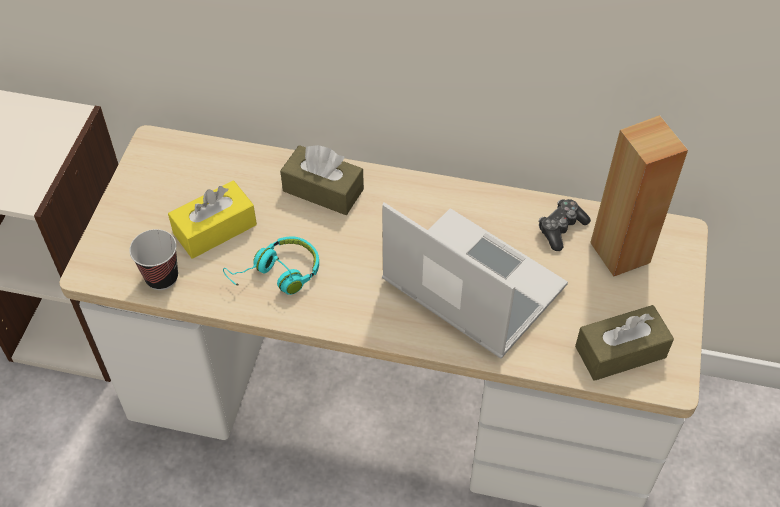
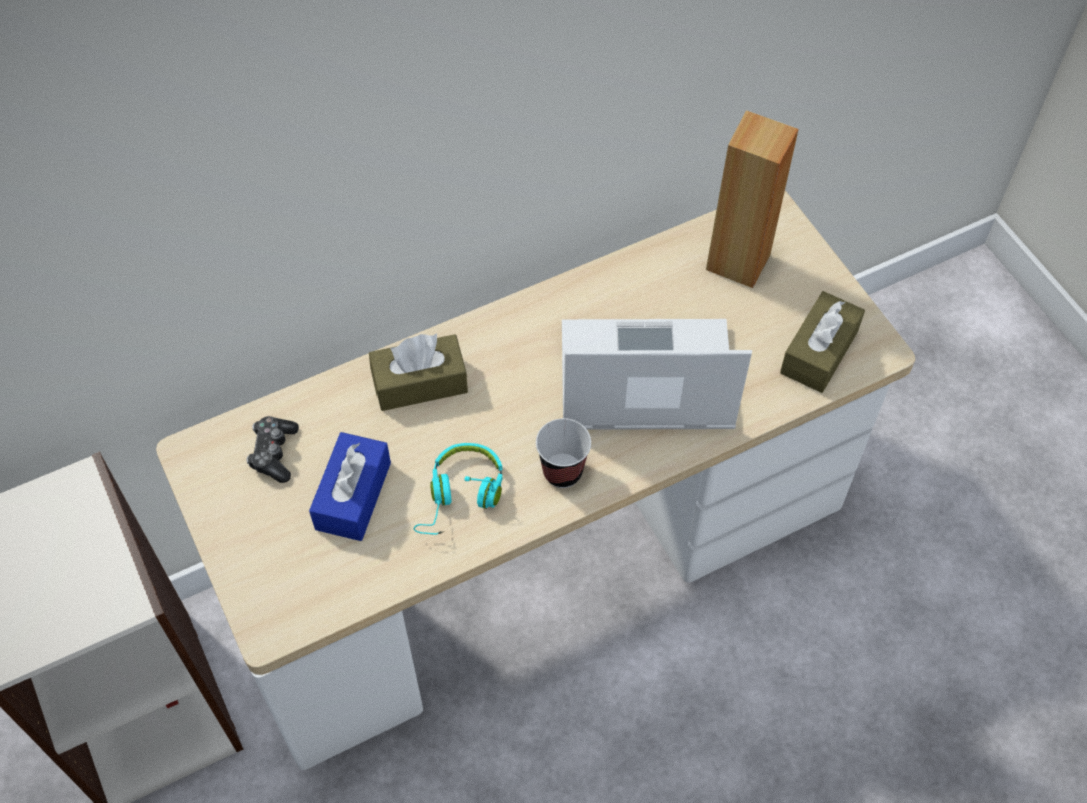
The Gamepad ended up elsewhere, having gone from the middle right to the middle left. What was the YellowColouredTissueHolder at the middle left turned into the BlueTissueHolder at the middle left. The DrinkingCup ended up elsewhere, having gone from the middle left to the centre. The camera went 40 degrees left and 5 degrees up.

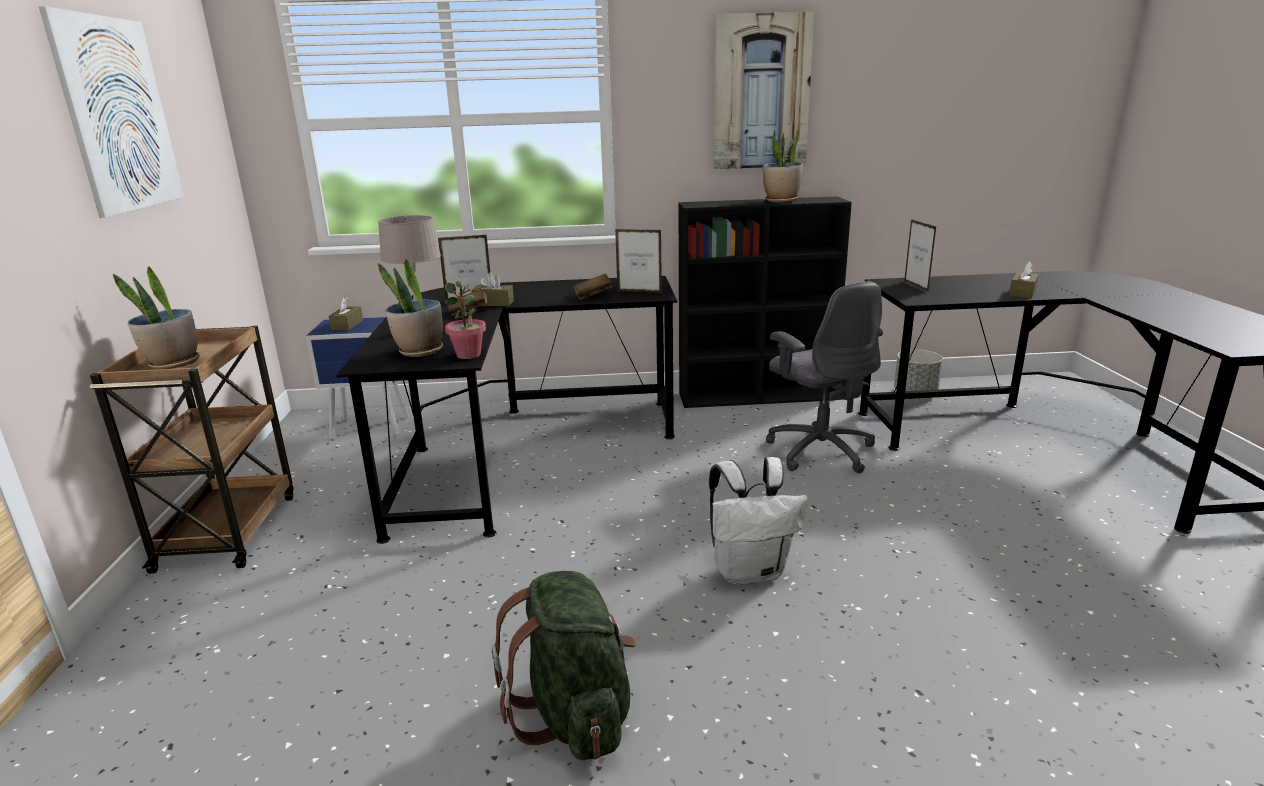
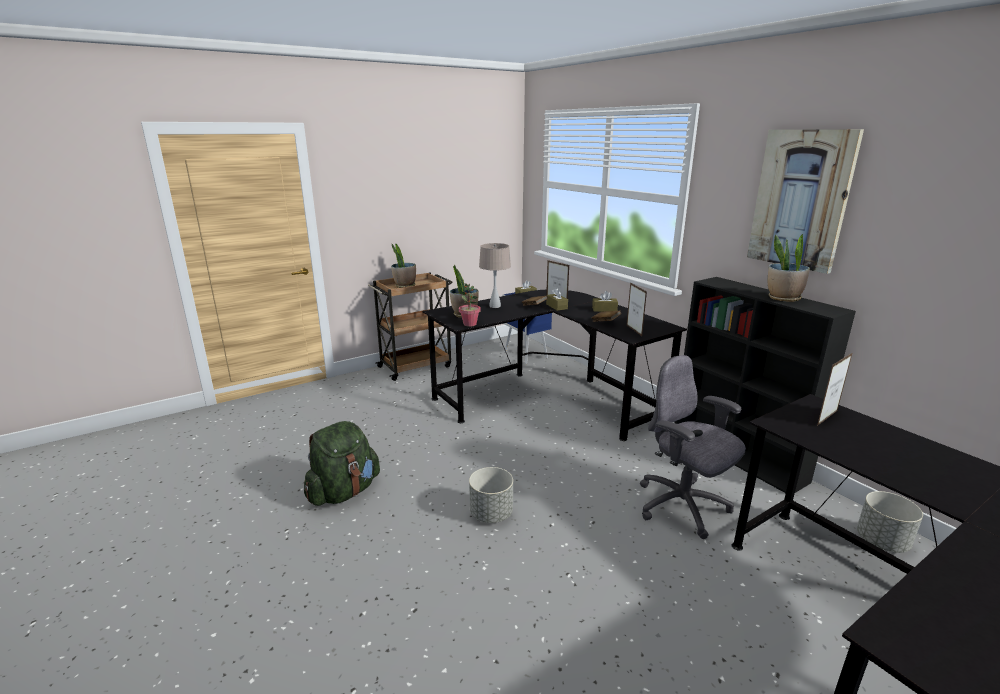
Where the WhiteColouredKnapsack stood at the centre, the GrayFlowerPot (no. 1 from left) came to stand at the bottom centre. The BrownishTissueHolder (no. 3 from left) ended up elsewhere, having gone from the middle right to the centre. The GrayOfficeChair at the centre ended up facing another way, 105 degrees clockwise from before. The second view lost the WallArt (no. 1 from left) at the top left. The camera went 60 degrees right and 0 degrees up.

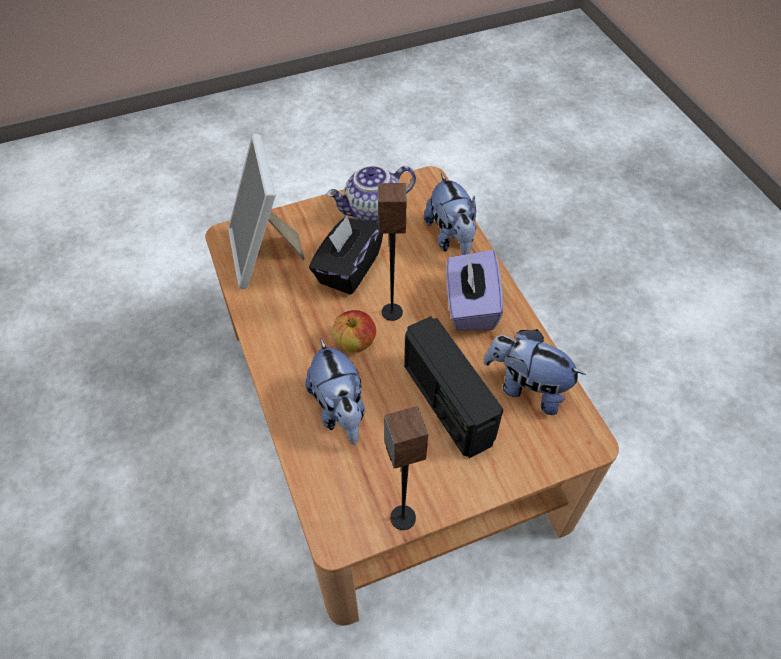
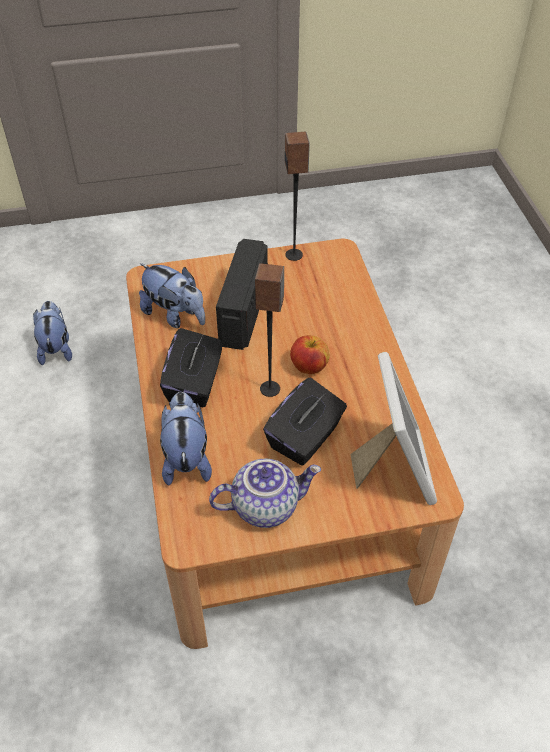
The SoftToy (no. 1 from left) ended up elsewhere, having gone from the centre to the middle left. What was the PurpleColouredTissueHolder at the centre turned into the BlackTissueHolder (no. 1 from left) at the centre. The Radio at the centre ended up facing another way, 150 degrees counterclockwise from before. The camera went 170 degrees left and 5 degrees down.

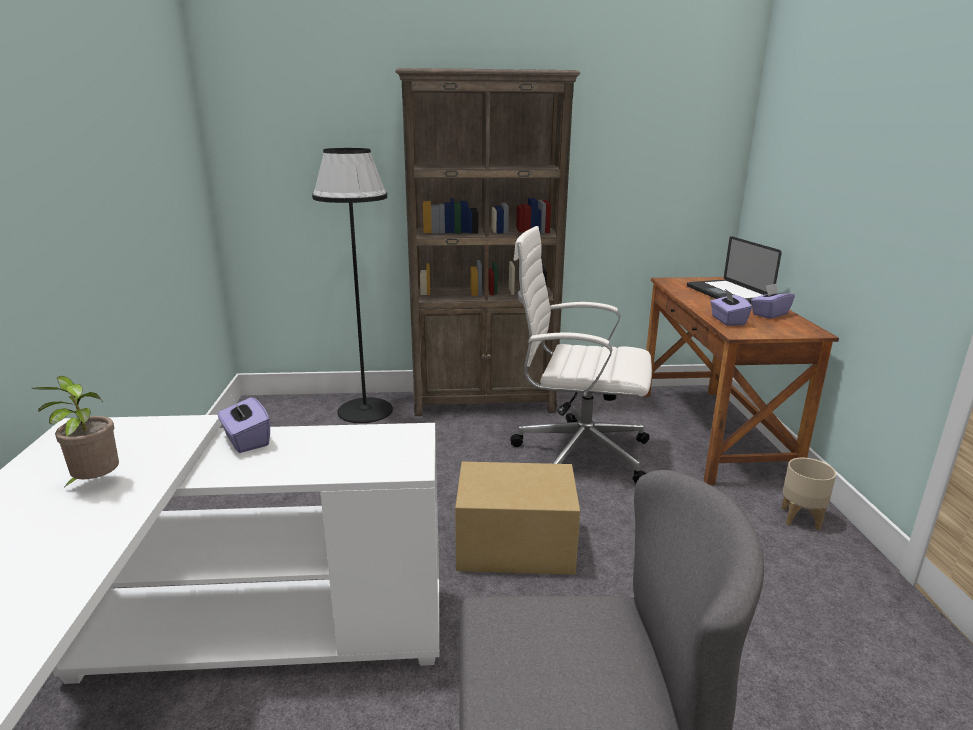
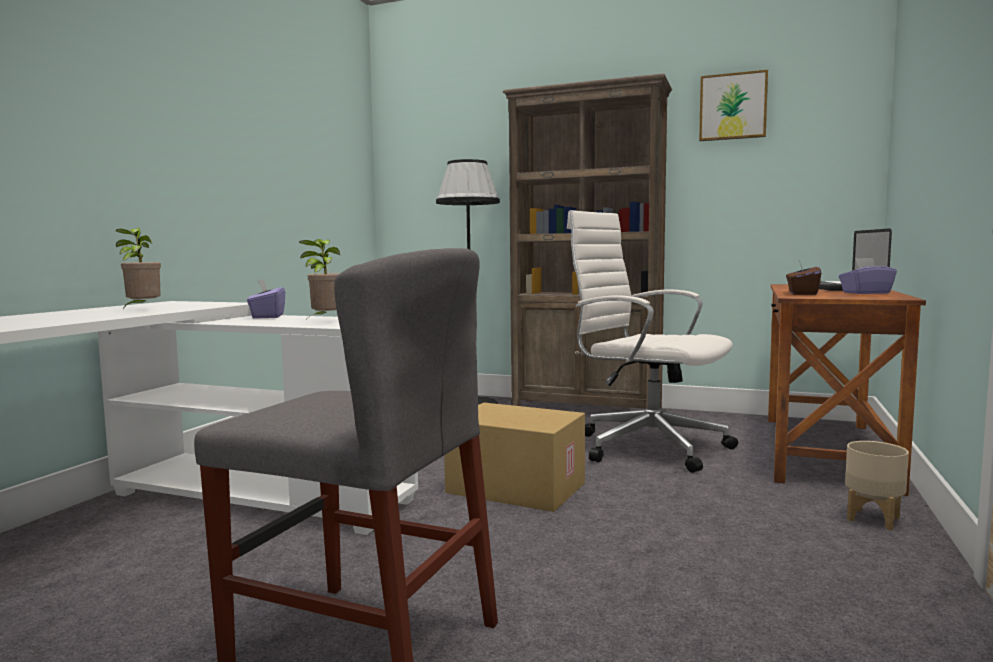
The second view gained the PottedPlant (no. 2 from left) at the middle left. The second view gained the WallArt at the top right. What was the PurpleColouredTissueHolder (no. 2 from left) at the middle right turned into the BrownishTissueHolder at the middle right. The camera went 25 degrees right and 15 degrees down.

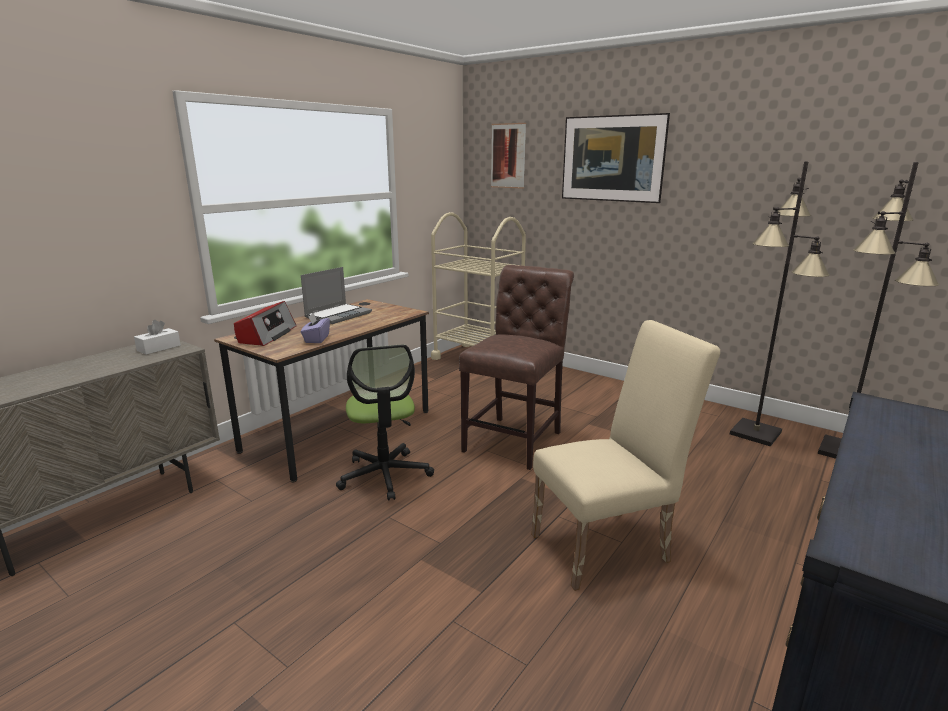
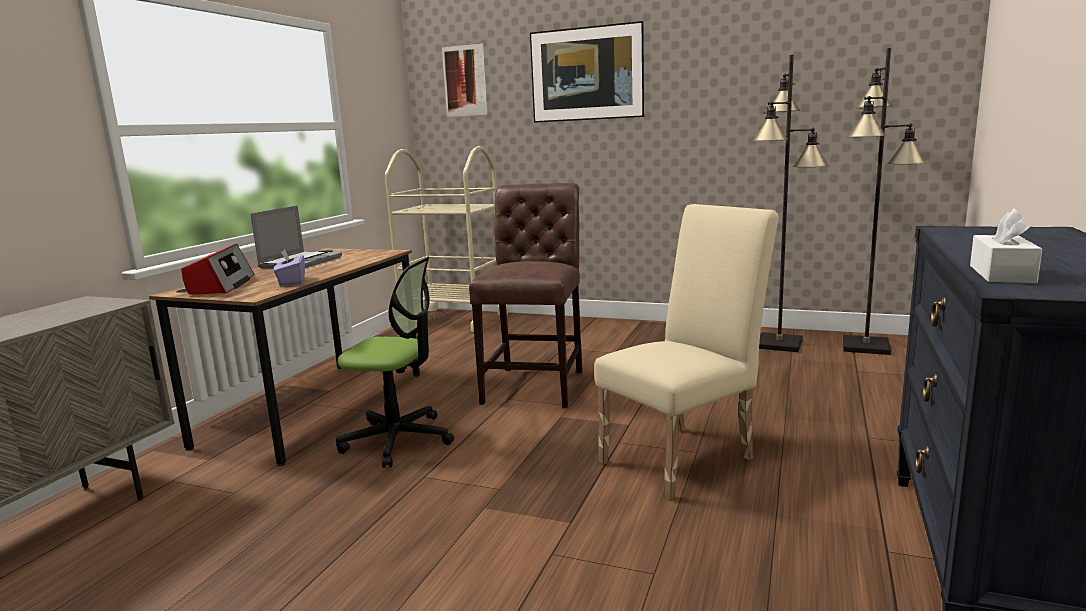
The OfficeChair at the centre ended up facing another way, 45 degrees counterclockwise from before. The WhiteColouredTissueHolder ended up elsewhere, having gone from the middle left to the middle right. The camera went 15 degrees left and 5 degrees down.

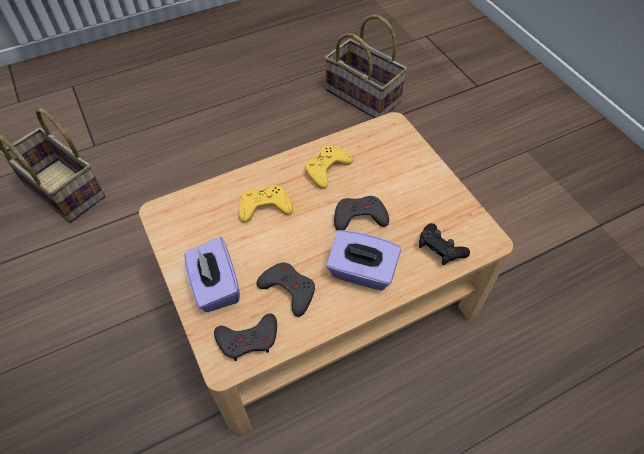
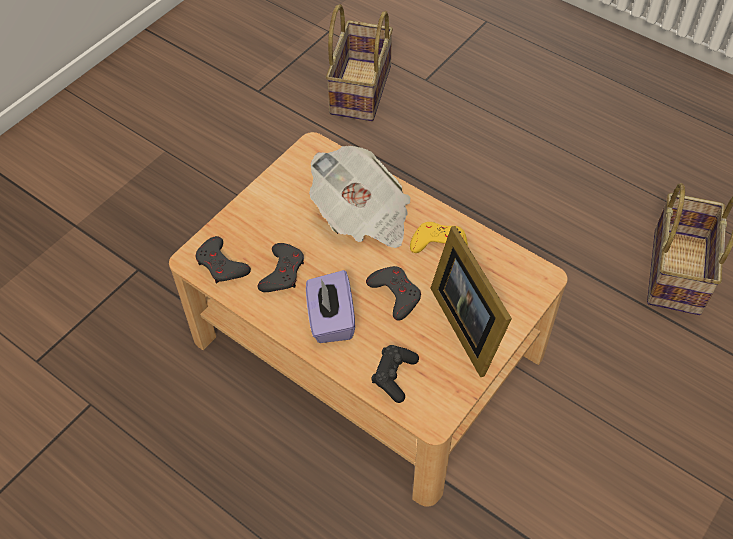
Where the YellowColouredGamepad (no. 1 from left) stood at the centre, the Newspaper came to stand at the centre. The second view gained the PhotoFrame at the centre. The second view lost the PurpleColouredTissueHolder (no. 1 from left) at the middle left. The camera went 65 degrees right and 0 degrees up.

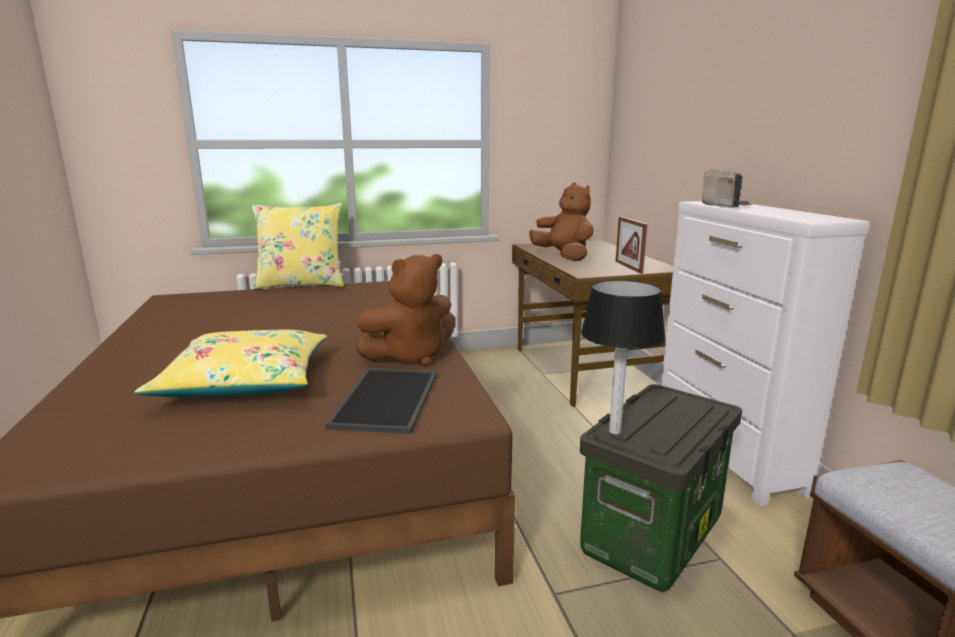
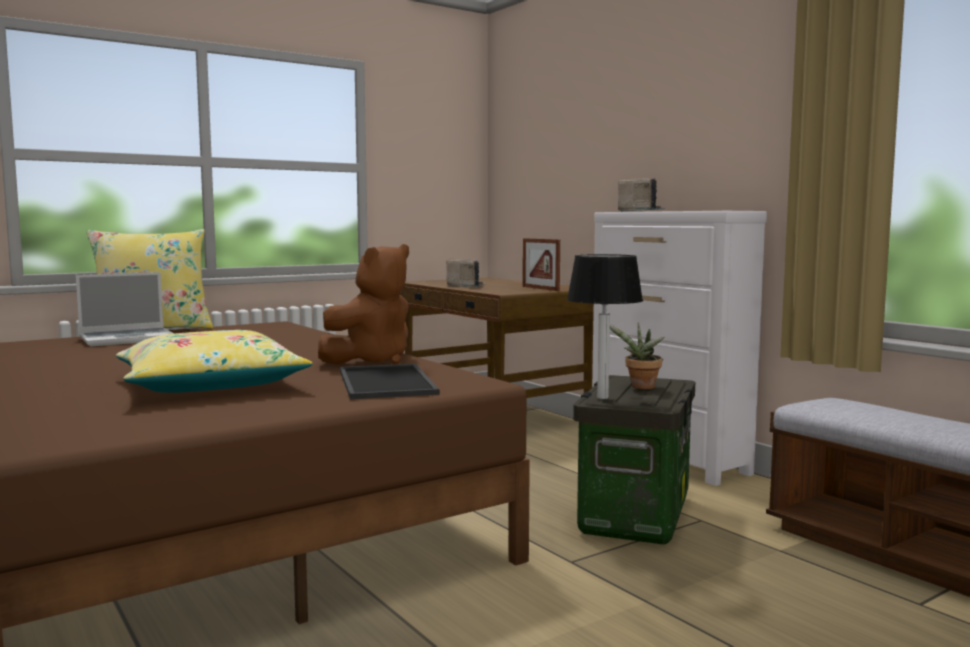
The second view gained the NotebookComputer at the middle left. Where the BrownishSoftToy (no. 2 from left) stood at the centre, the Radio (no. 1 from left) came to stand at the centre. The second view gained the PottedPlant at the centre. The camera went 20 degrees left and 10 degrees down.

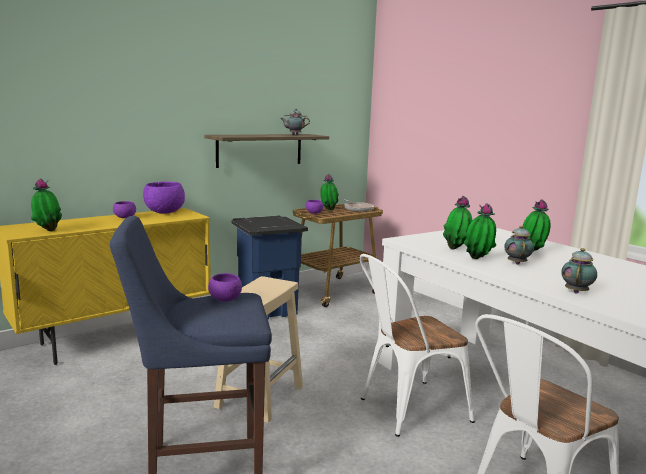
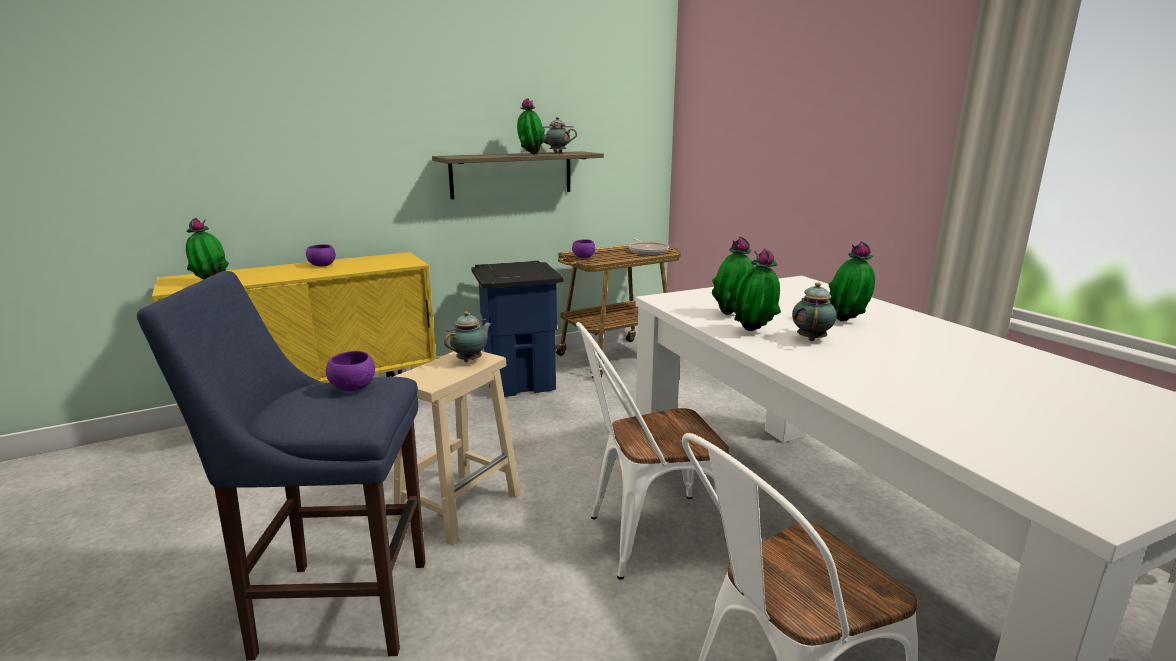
The Teapot (no. 3 from left in the first image) ended up elsewhere, having gone from the middle right to the centre. The PottedPlant (no. 2 from left) ended up elsewhere, having gone from the centre to the top centre. The second view lost the PurpleColouredBowl (no. 2 from left) at the middle left. The camera went 10 degrees right and 5 degrees up.

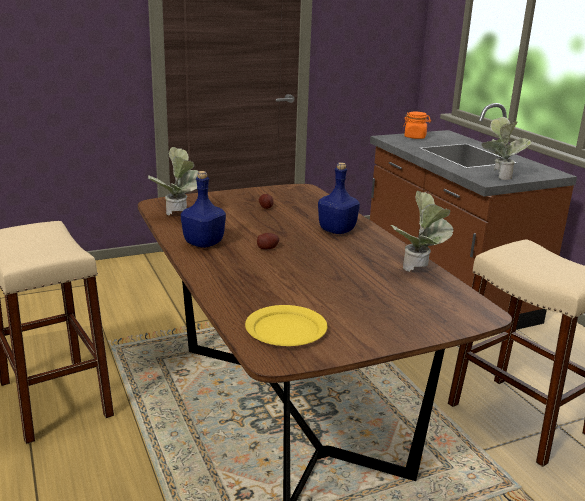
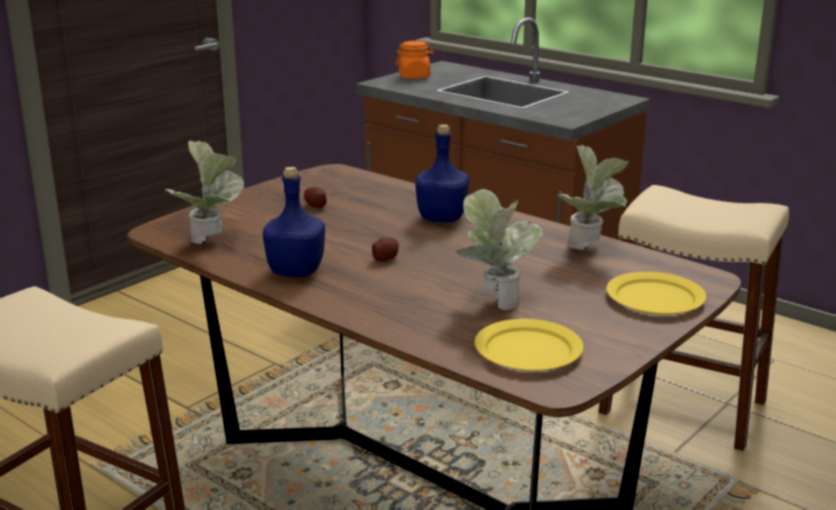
The PottedPlant (no. 3 from left in the first image) ended up elsewhere, having gone from the top right to the centre. The second view gained the YellowColouredDinnerPlate (no. 2 from left) at the middle right. The camera went 25 degrees left and 0 degrees up.

